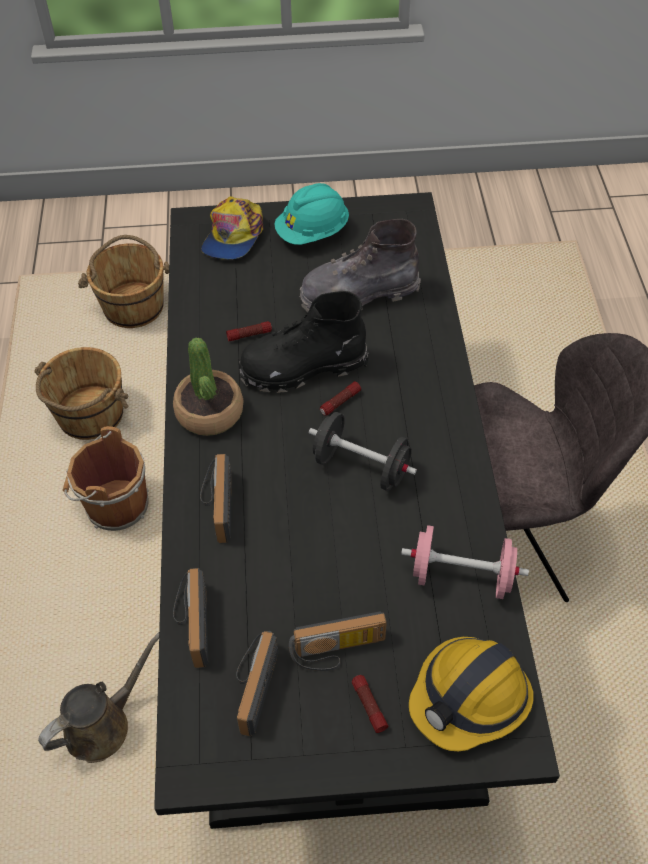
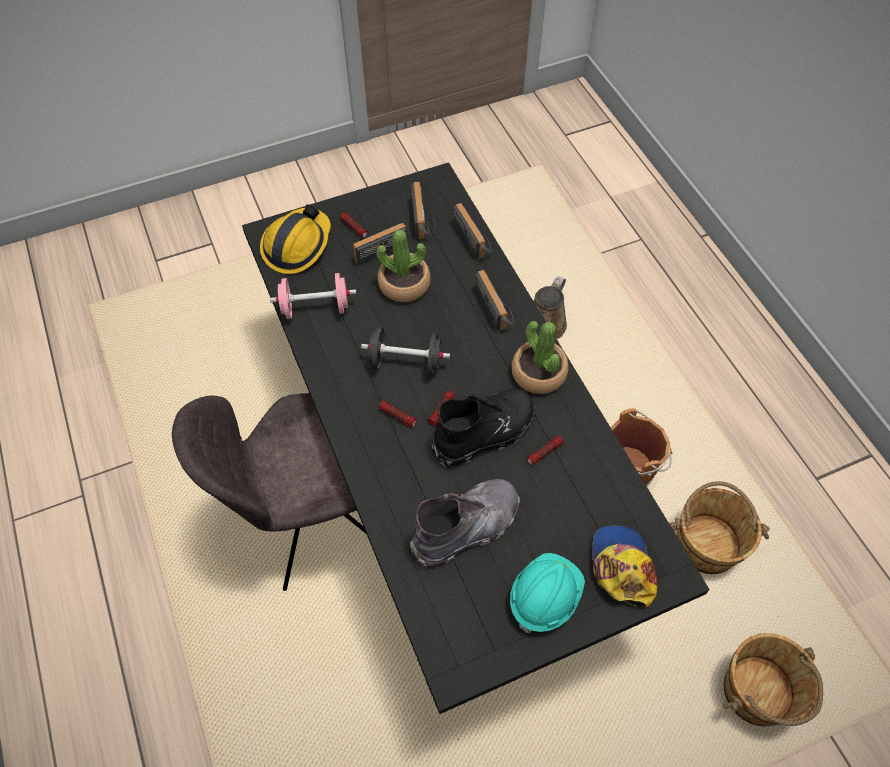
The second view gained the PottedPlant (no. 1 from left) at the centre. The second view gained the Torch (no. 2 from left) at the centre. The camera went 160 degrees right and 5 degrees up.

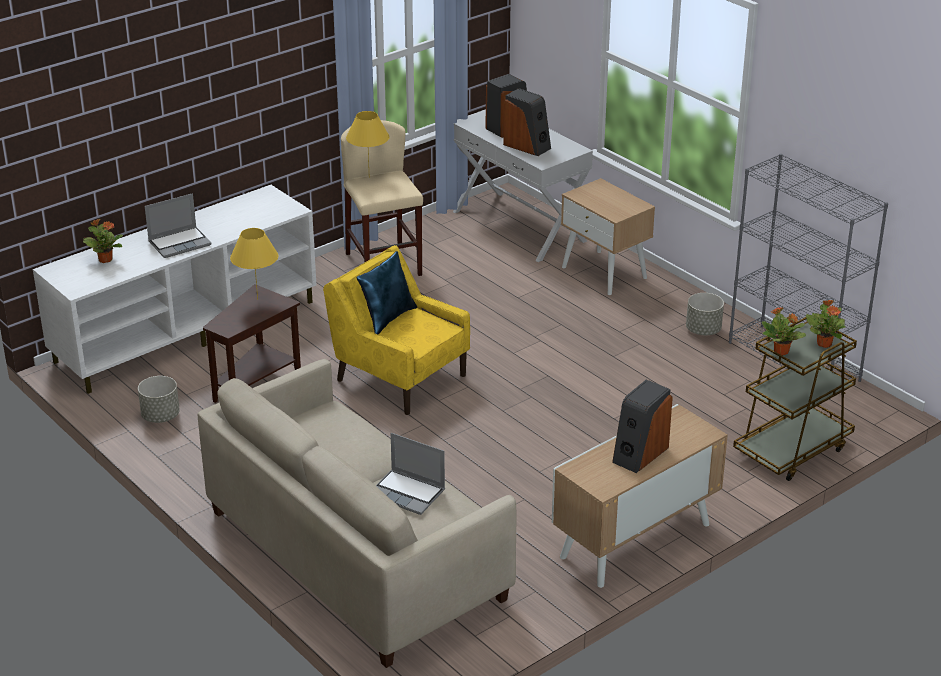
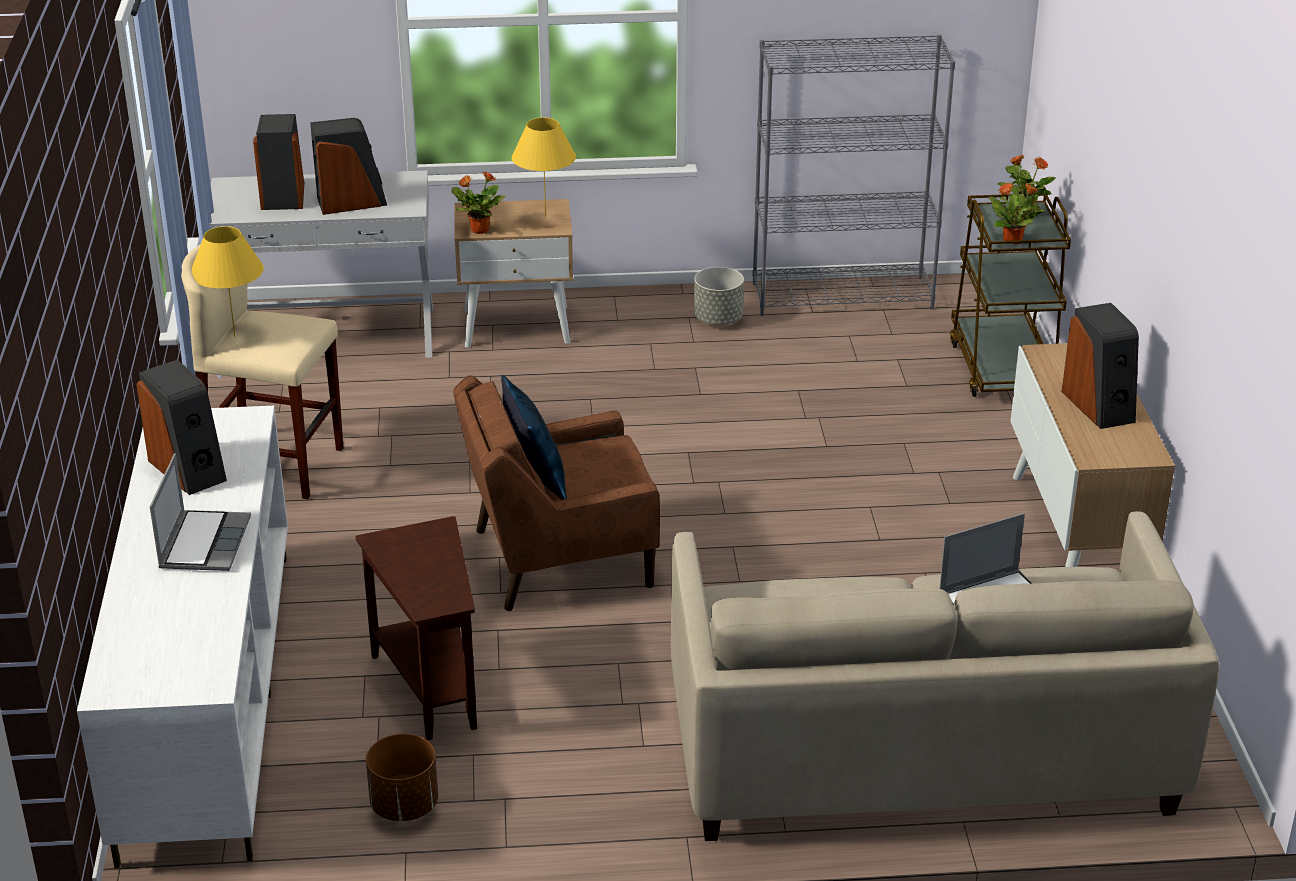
The second view gained the AudioSpeaker (no. 1 from left) at the middle left. What was the GrayFlowerPot (no. 1 from left) at the middle left turned into the BrownishFlowerPot at the bottom left. The PottedPlant (no. 1 from left) ended up elsewhere, having gone from the middle left to the top centre. What was the YellowColouredEasyChair at the centre turned into the BrownishEasyChair at the centre. The YellowColouredTabletopLamp (no. 1 from left in the first image) ended up elsewhere, having gone from the middle left to the top centre. The camera went 55 degrees left and 0 degrees up.

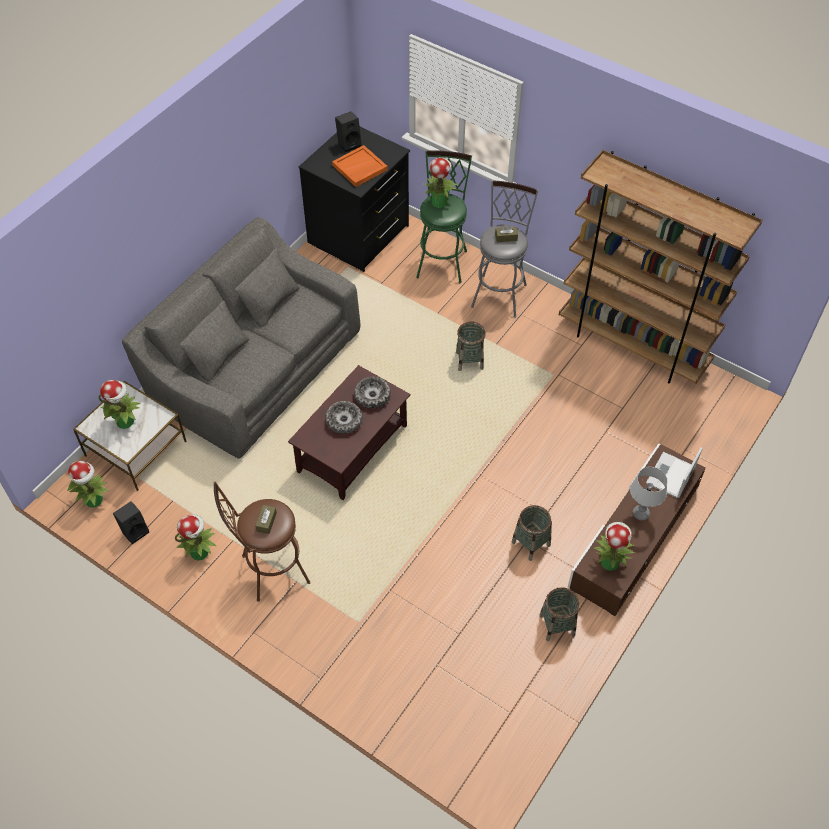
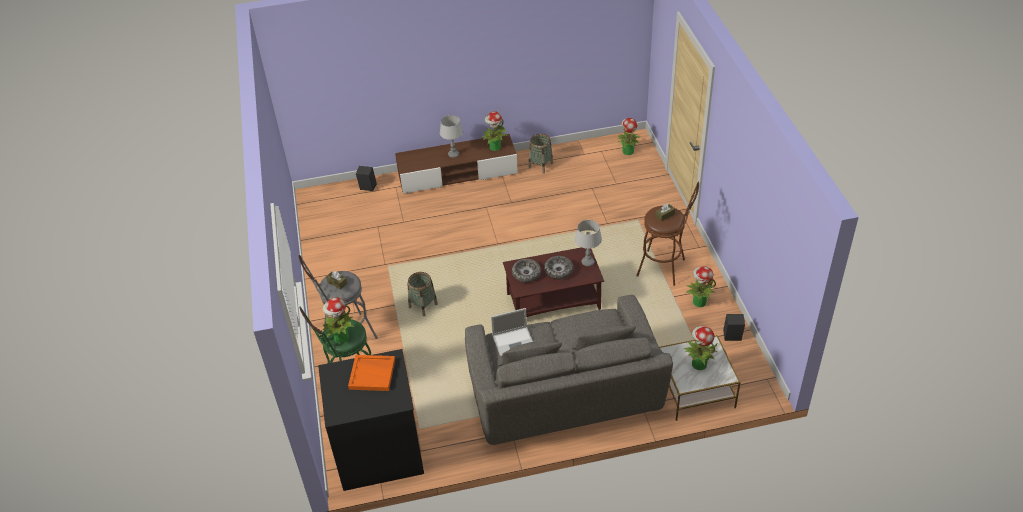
The BlackAudioSpeaker (no. 2 from left in the first image) ended up elsewhere, having gone from the top centre to the centre. The NotebookComputer ended up elsewhere, having gone from the middle right to the centre. The second view gained the GrayTabletopLamp (no. 2 from left) at the centre. The PottedPlant (no. 1 from left in the first image) ended up elsewhere, having gone from the middle left to the top centre. The second view lost the Basket (no. 2 from left) at the centre. The second view lost the BrownishBookshelf at the top right. The camera went 135 degrees left and 10 degrees down.

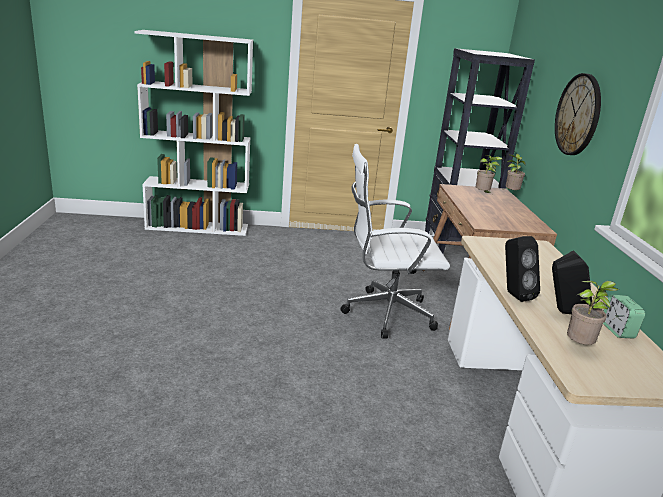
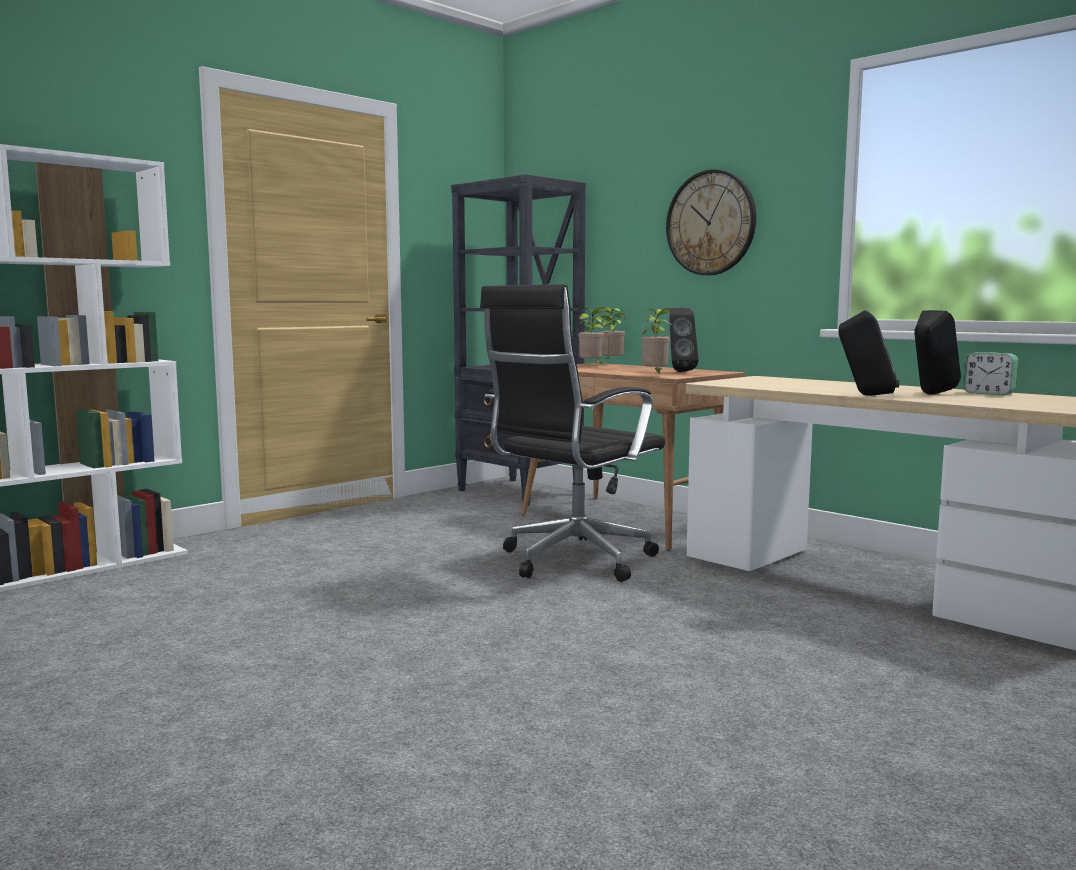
What was the WhiteColouredOfficeChair at the centre turned into the BlackOfficeChair at the centre. The PottedPlant (no. 3 from left) ended up elsewhere, having gone from the middle right to the centre. The second view gained the BlackAudioSpeaker (no. 1 from left) at the centre. The camera went 40 degrees left and 15 degrees down.

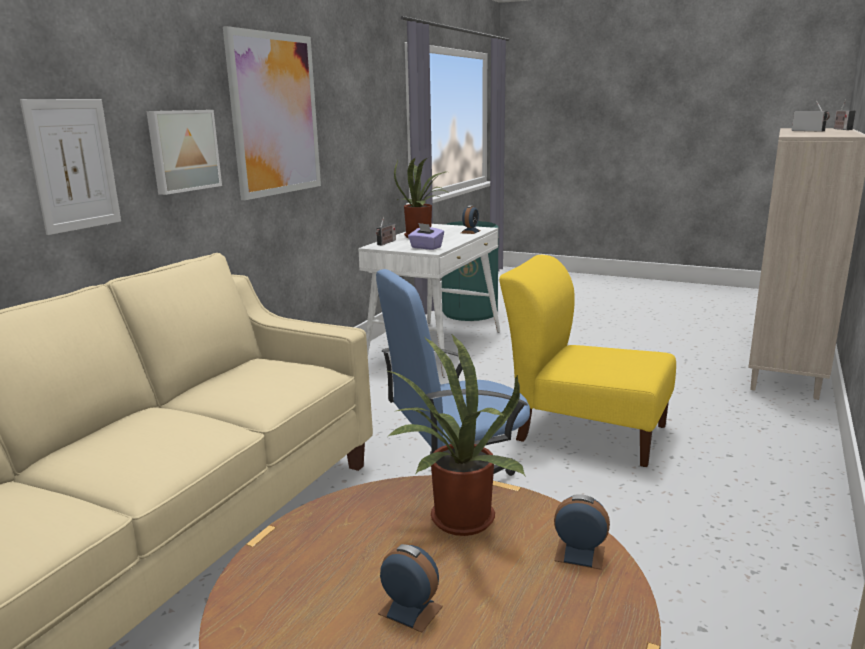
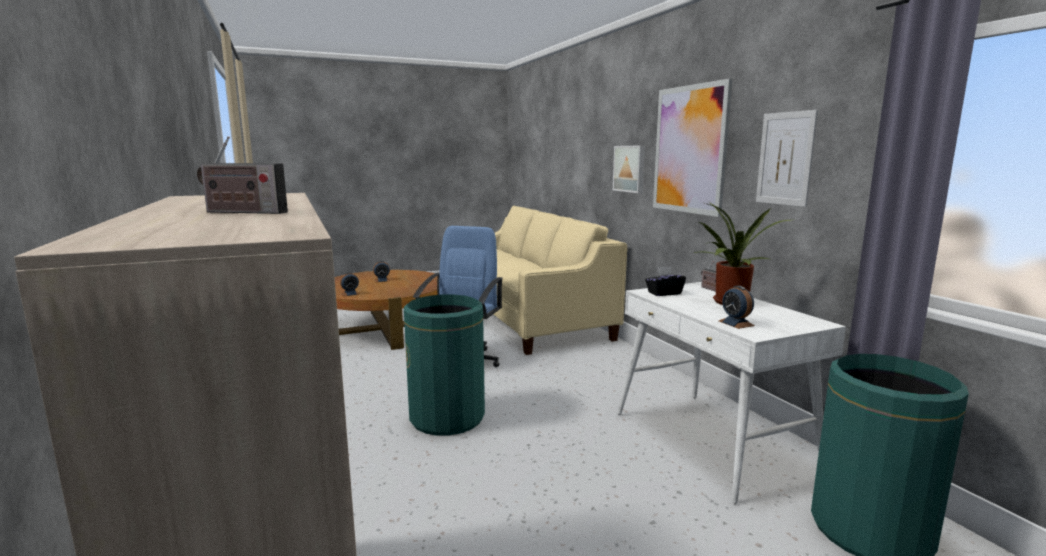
Where the YellowColouredPlainChair stood at the middle right, the GreenRubbishBin (no. 1 from left) came to stand at the centre. What was the PurpleColouredTissueHolder at the centre turned into the BlackTissueHolder at the centre. The WallArt (no. 1 from left in the first image) ended up elsewhere, having gone from the top left to the top right. The second view lost the PottedPlant (no. 2 from left) at the bottom centre. The second view lost the Radio (no. 3 from left) at the top right. The camera went 130 degrees right and 5 degrees down.

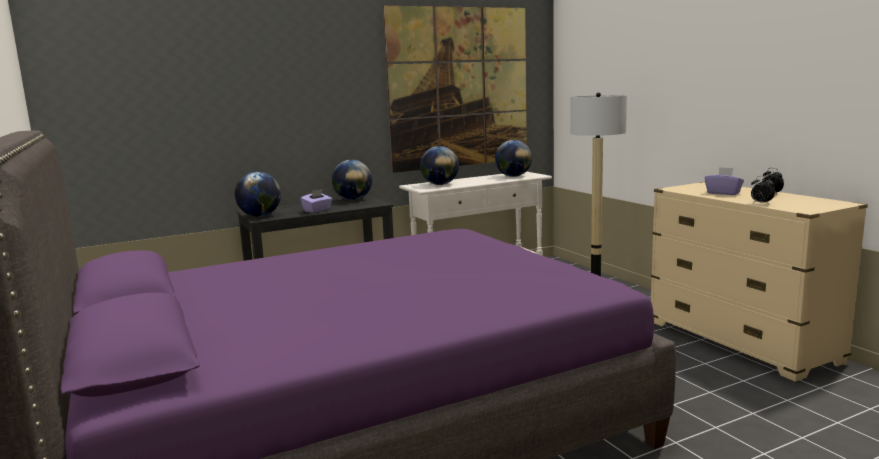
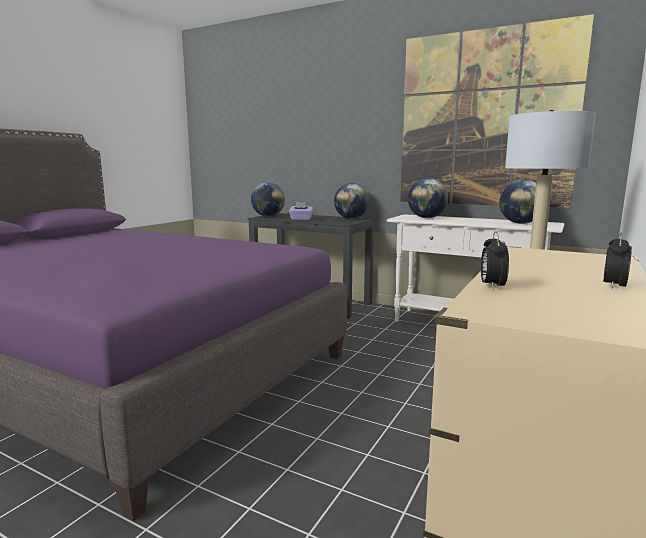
The second view lost the PurpleColouredTissueHolder (no. 2 from left) at the middle right. The camera went 55 degrees right and 0 degrees up.

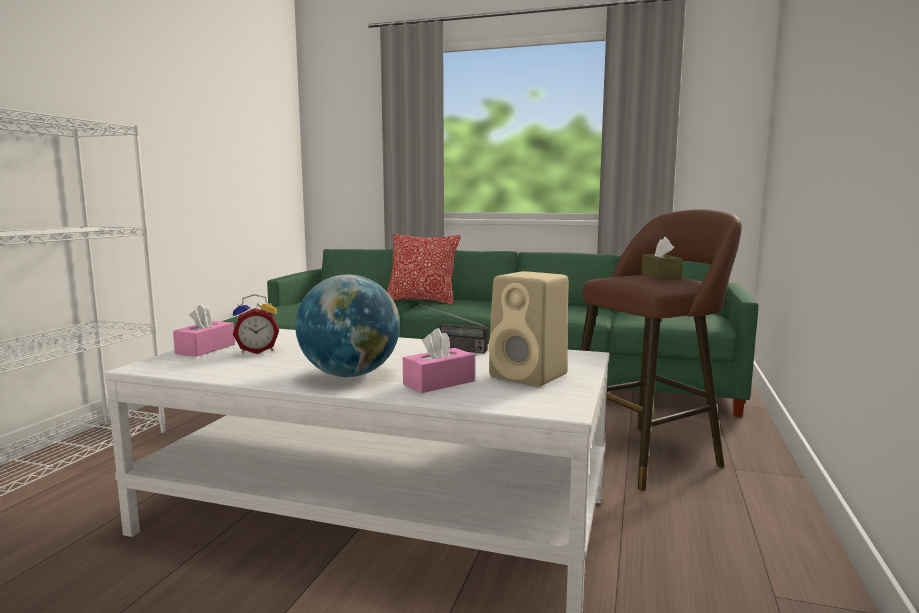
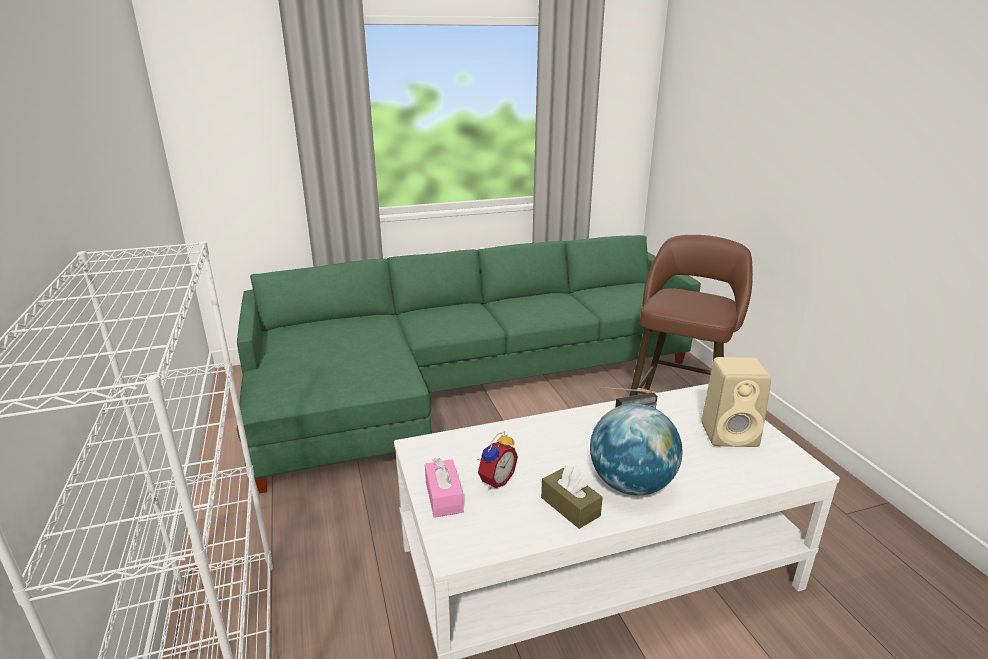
The BrownishTissueHolder ended up elsewhere, having gone from the middle right to the bottom centre. The second view lost the Cushion at the centre. The second view lost the PinkishTissueHolder (no. 2 from left) at the centre. The camera went 35 degrees left and 15 degrees up.

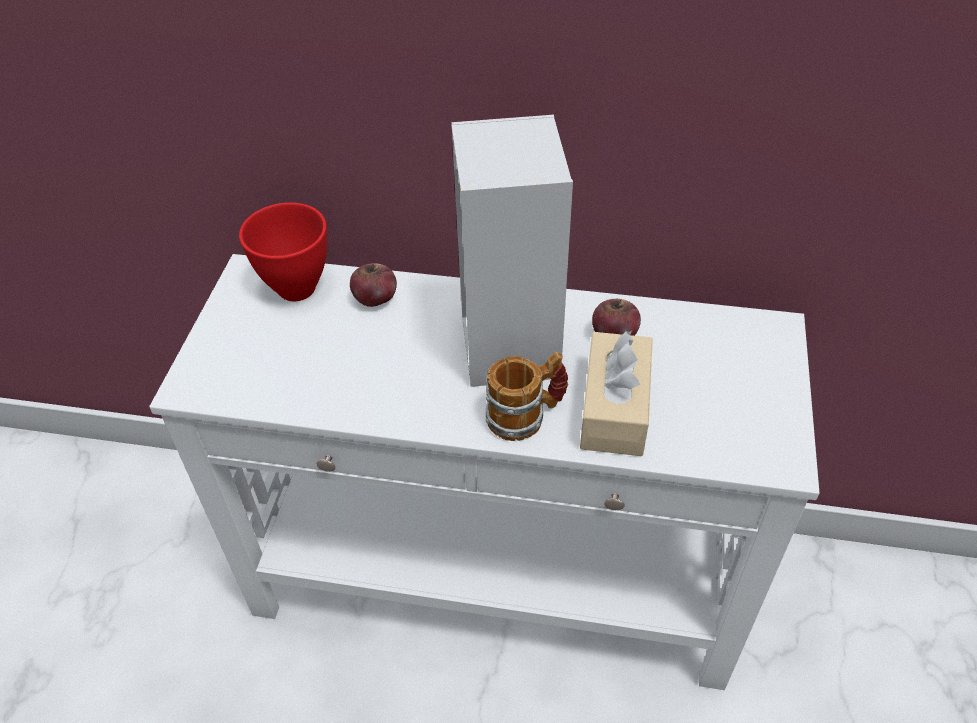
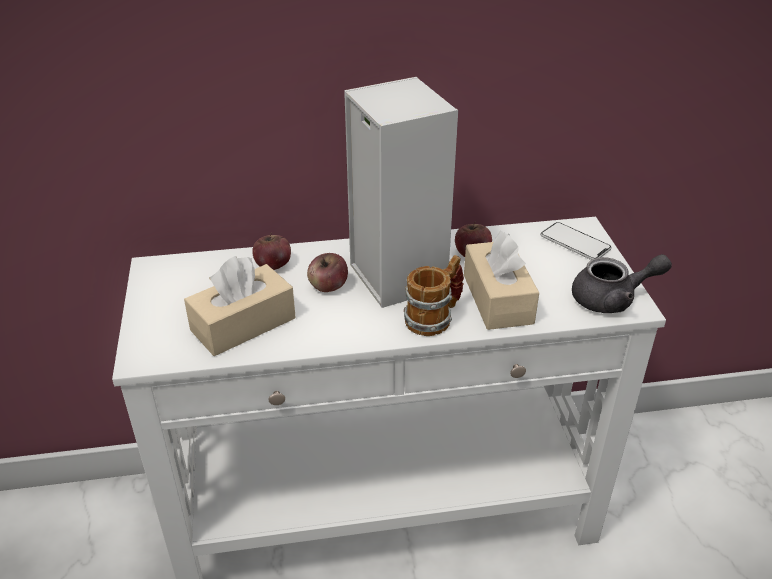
The second view gained the BeigeTissueHolder (no. 1 from left) at the middle left. The second view gained the Apple (no. 2 from left) at the centre. The second view gained the Telephone at the middle right. The second view gained the GrayTeapot at the middle right. The second view lost the ReddishBowl at the middle left. The camera went 20 degrees left and 10 degrees down.

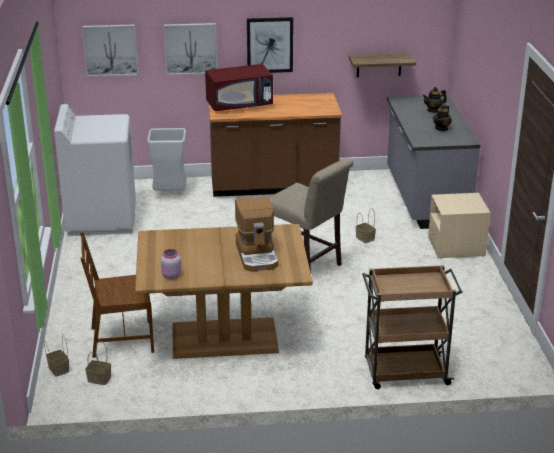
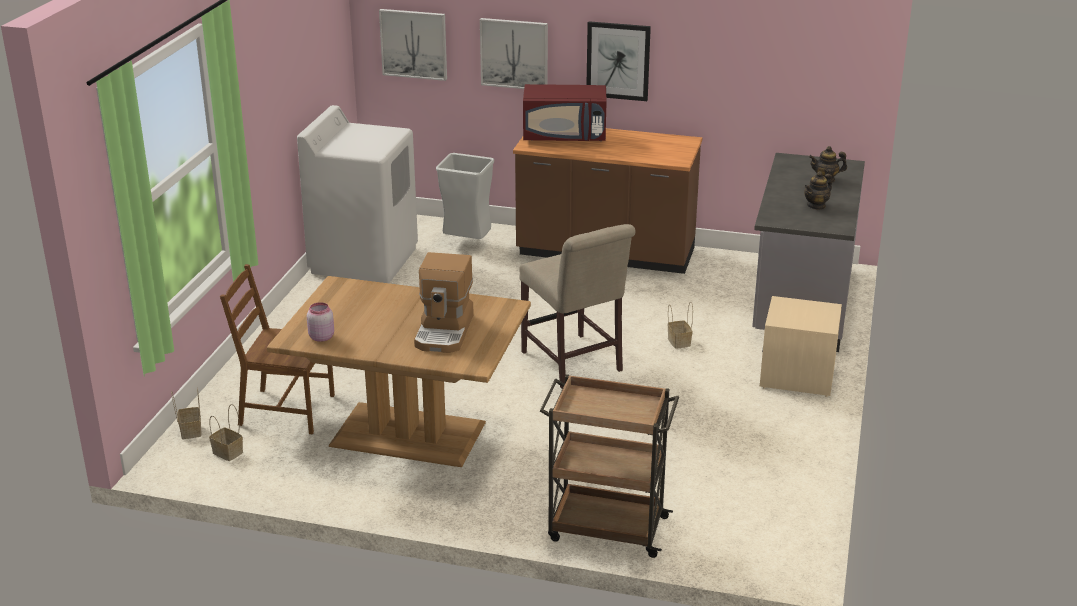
The second view lost the Shelf at the top right. The camera went 20 degrees right and 0 degrees up.

